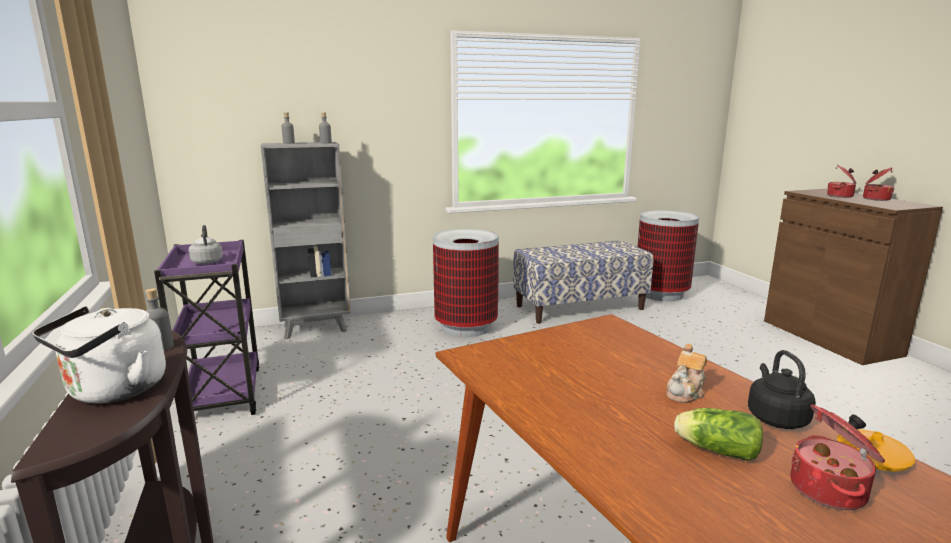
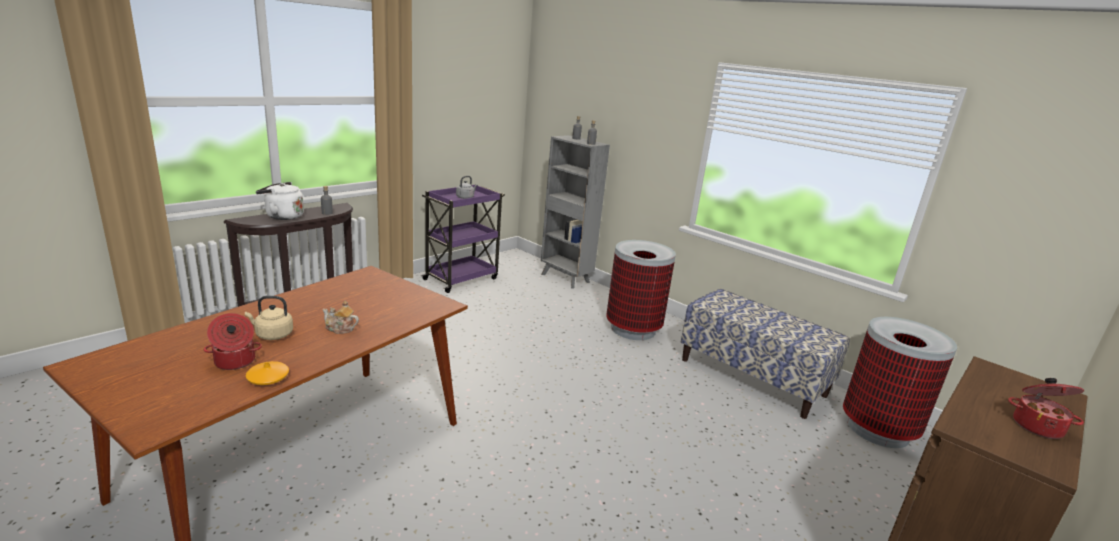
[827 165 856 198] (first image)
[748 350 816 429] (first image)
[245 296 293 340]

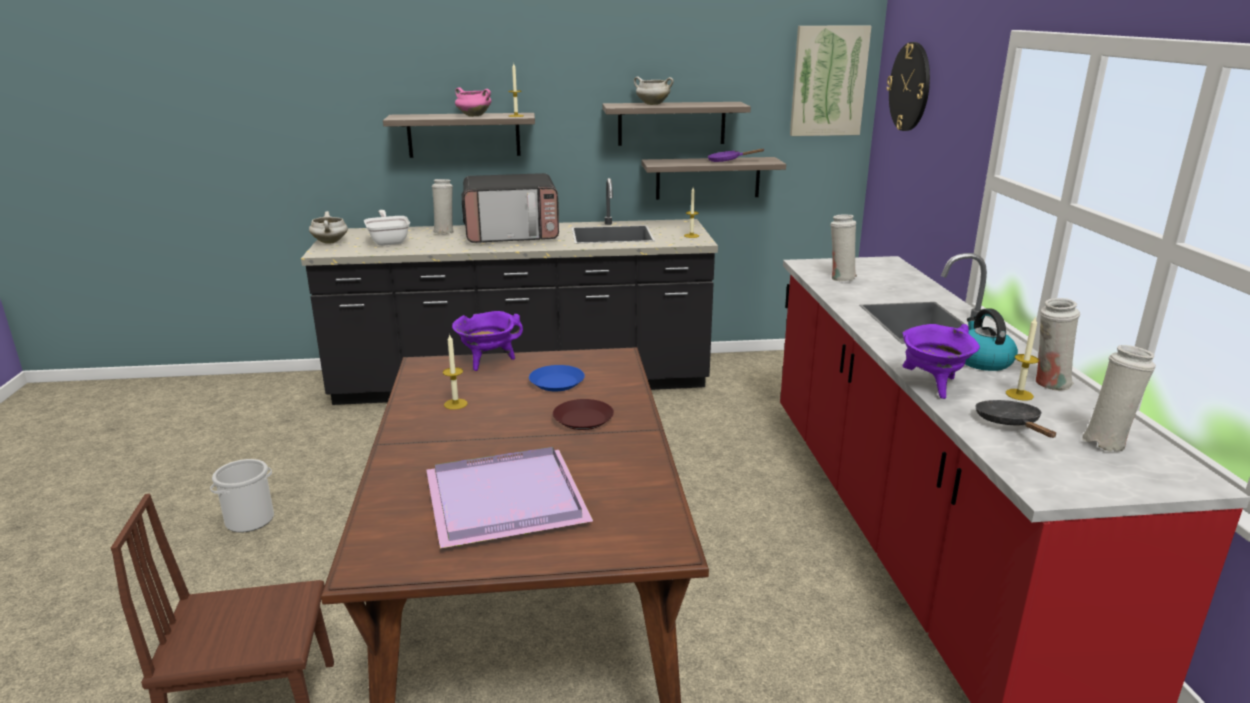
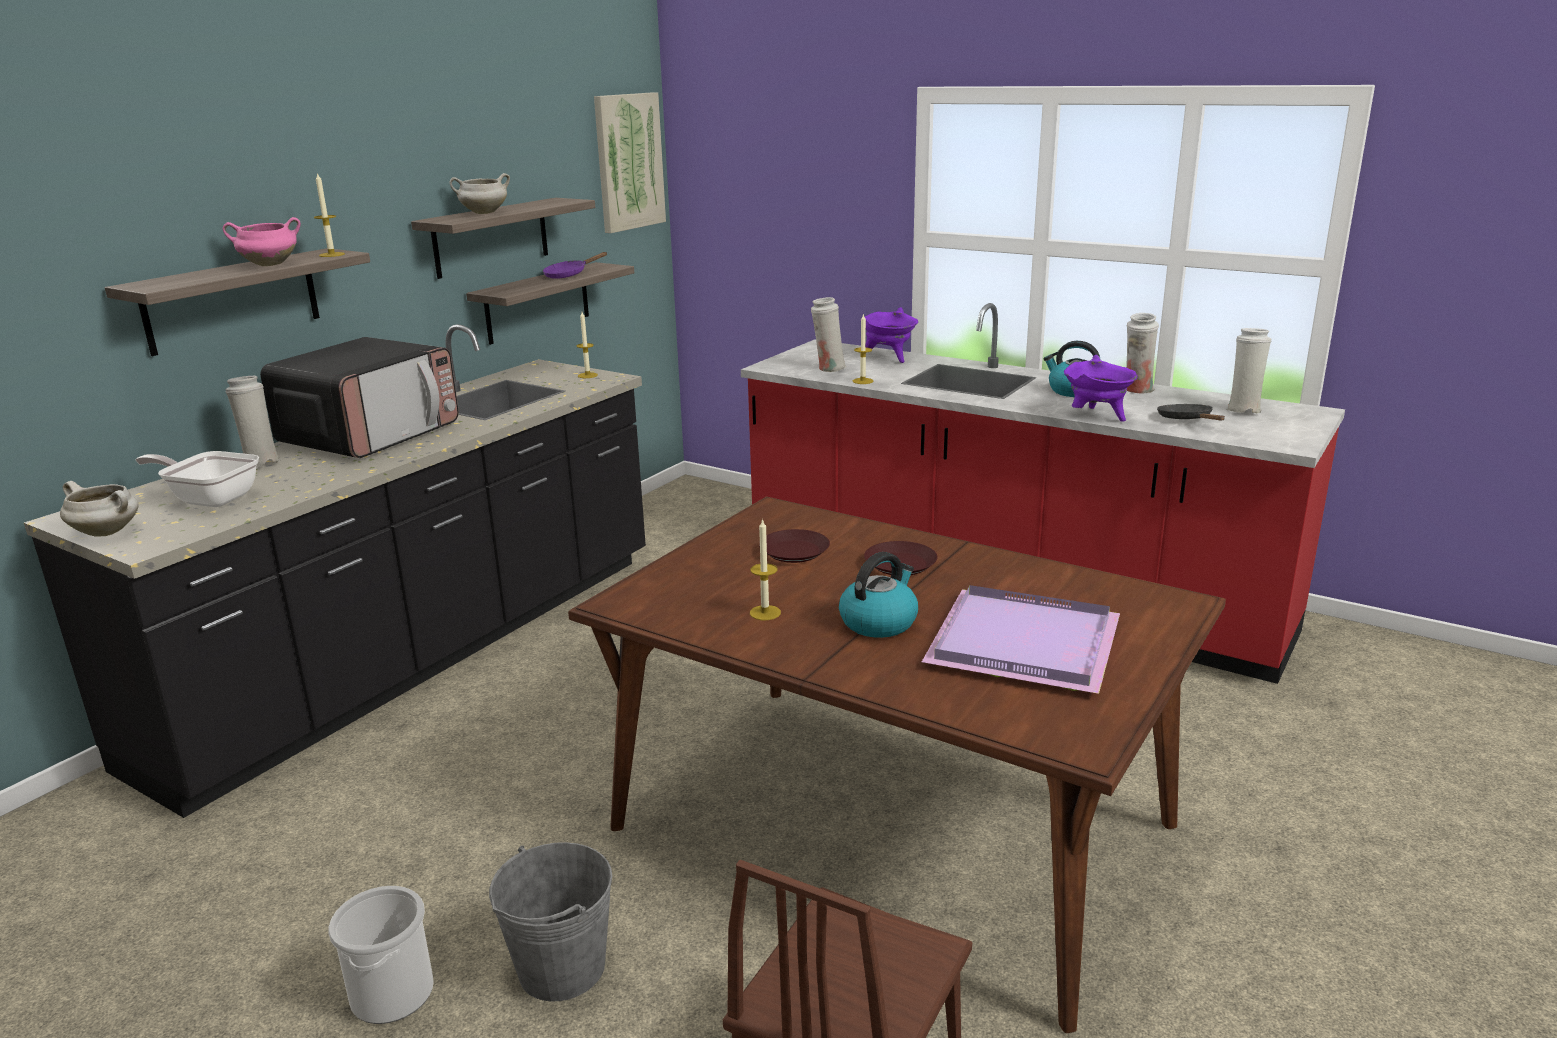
[887 42 930 131] (first image)
[860 307 918 363]
[852 313 873 384]
[759 529 830 563]
[1157 404 1225 421]
[839 552 918 638]
[489 842 612 1002]

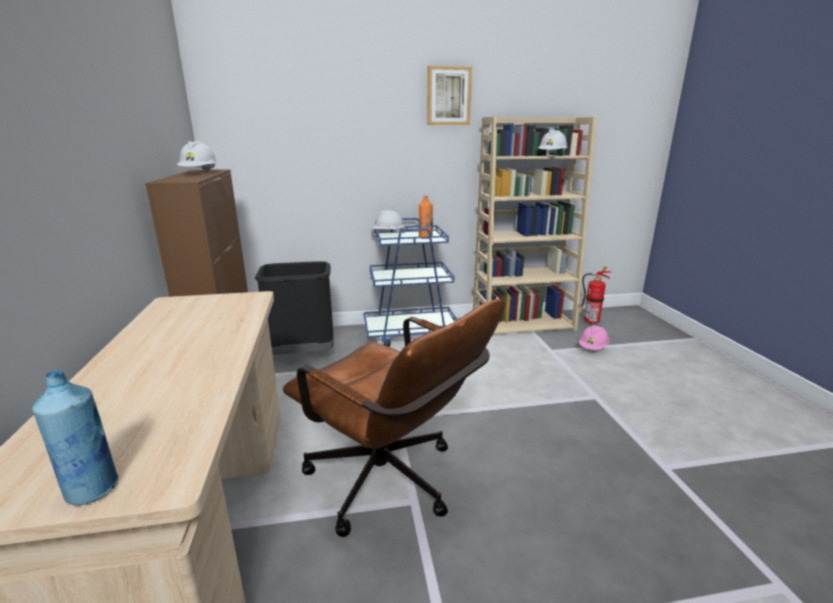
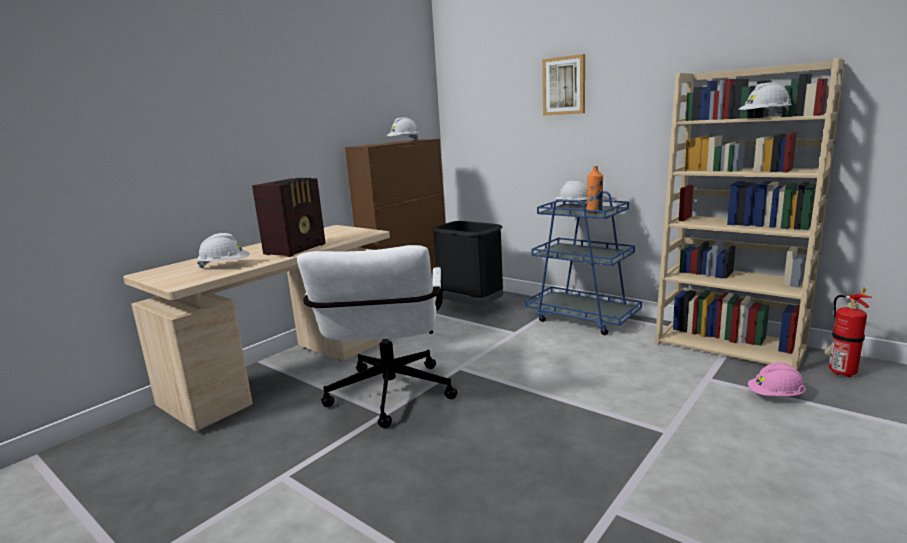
[542 54 585 116]
[297 245 457 428]
[32 370 118 505] (first image)
[252 178 326 257]
[197 233 250 268]

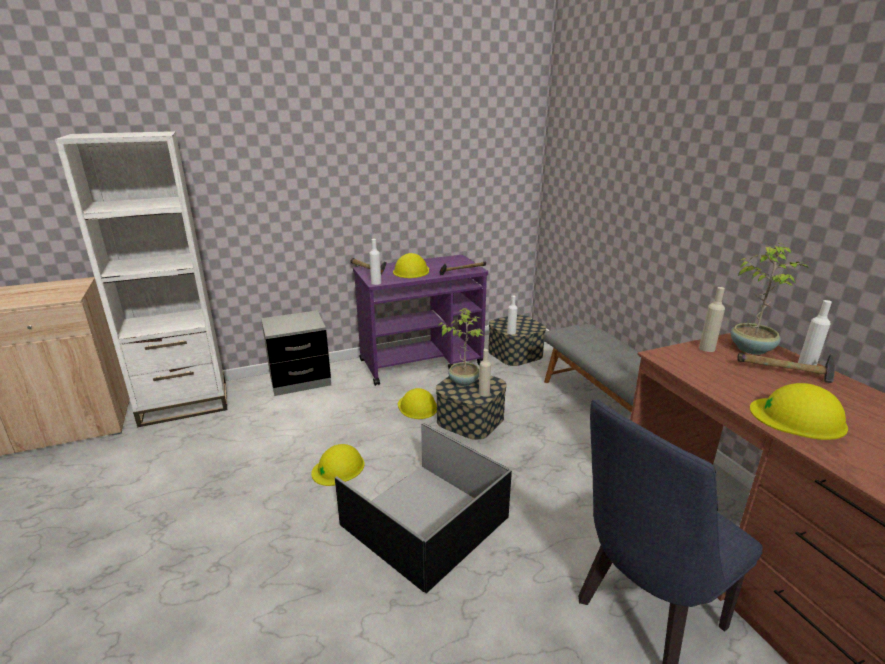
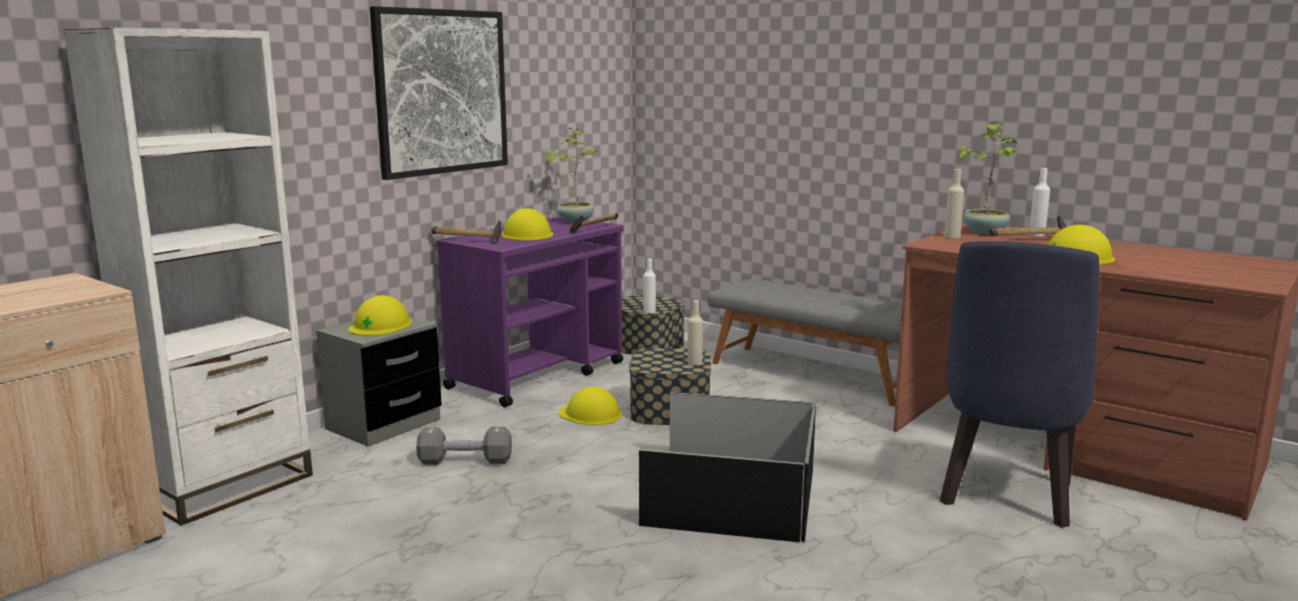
[369 239 381 285] (first image)
[542 128 598 223]
[348 295 412 336]
[370 6 508 180]
[416 427 512 465]

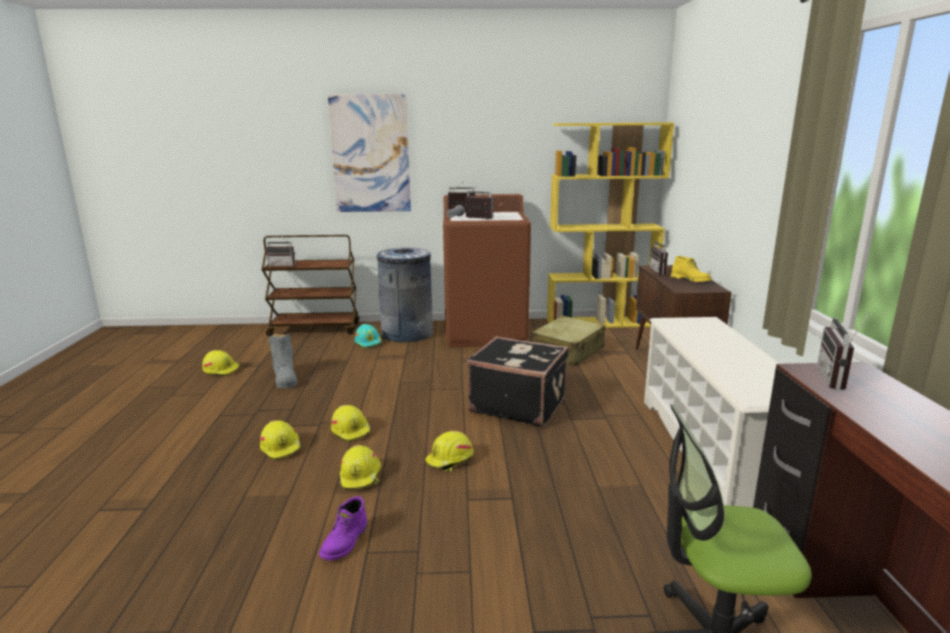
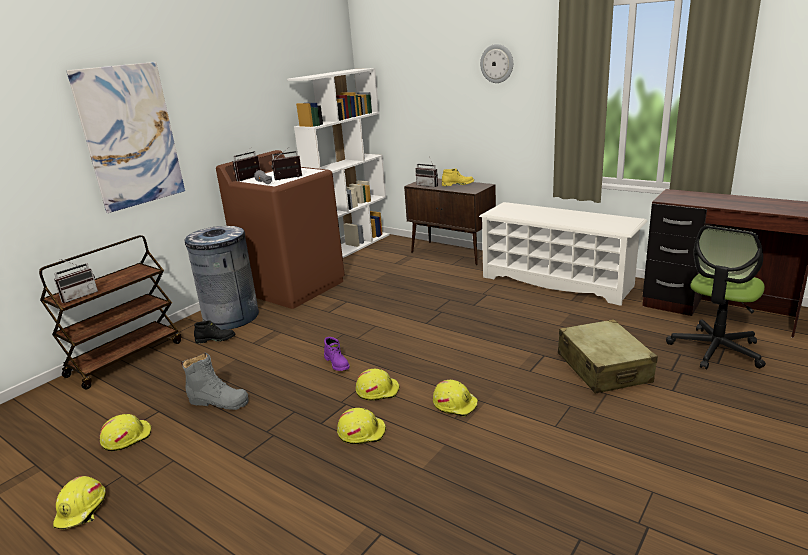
[287 68 389 258]
[817 312 870 390] (first image)
[558 319 658 393]
[194 321 235 344]
[467 336 569 427] (first image)
[53 476 106 530]
[324 337 350 371]
[480 44 513 83]

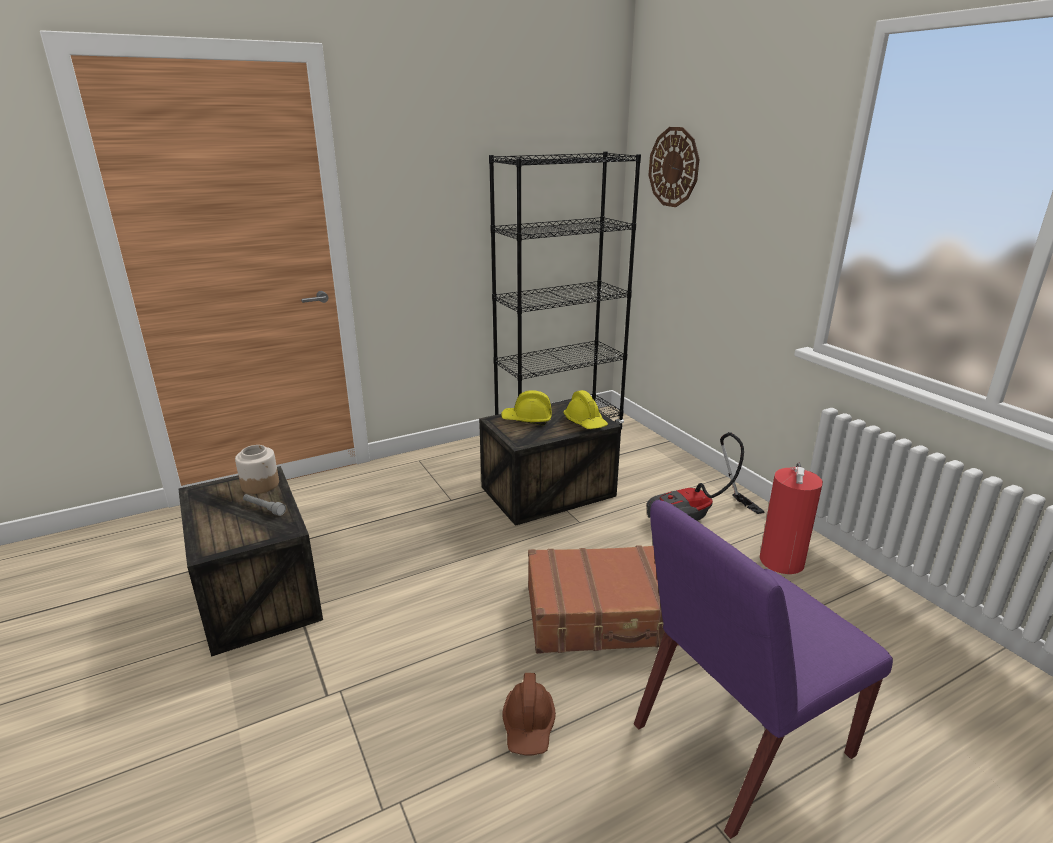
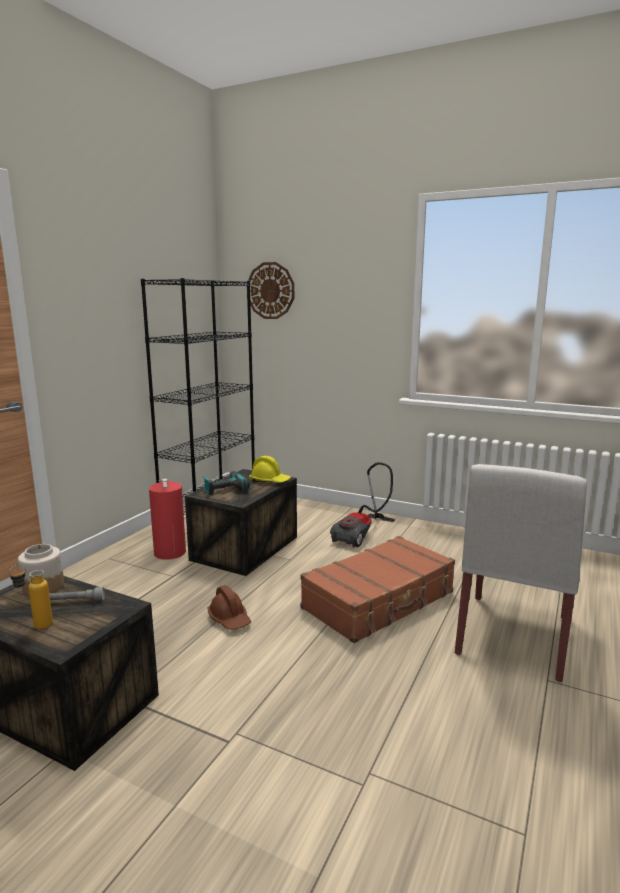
[203 471 250 495]
[149 477 186 560]
[455 464 587 682]
[208 585 251 630]
[8 565 53 629]

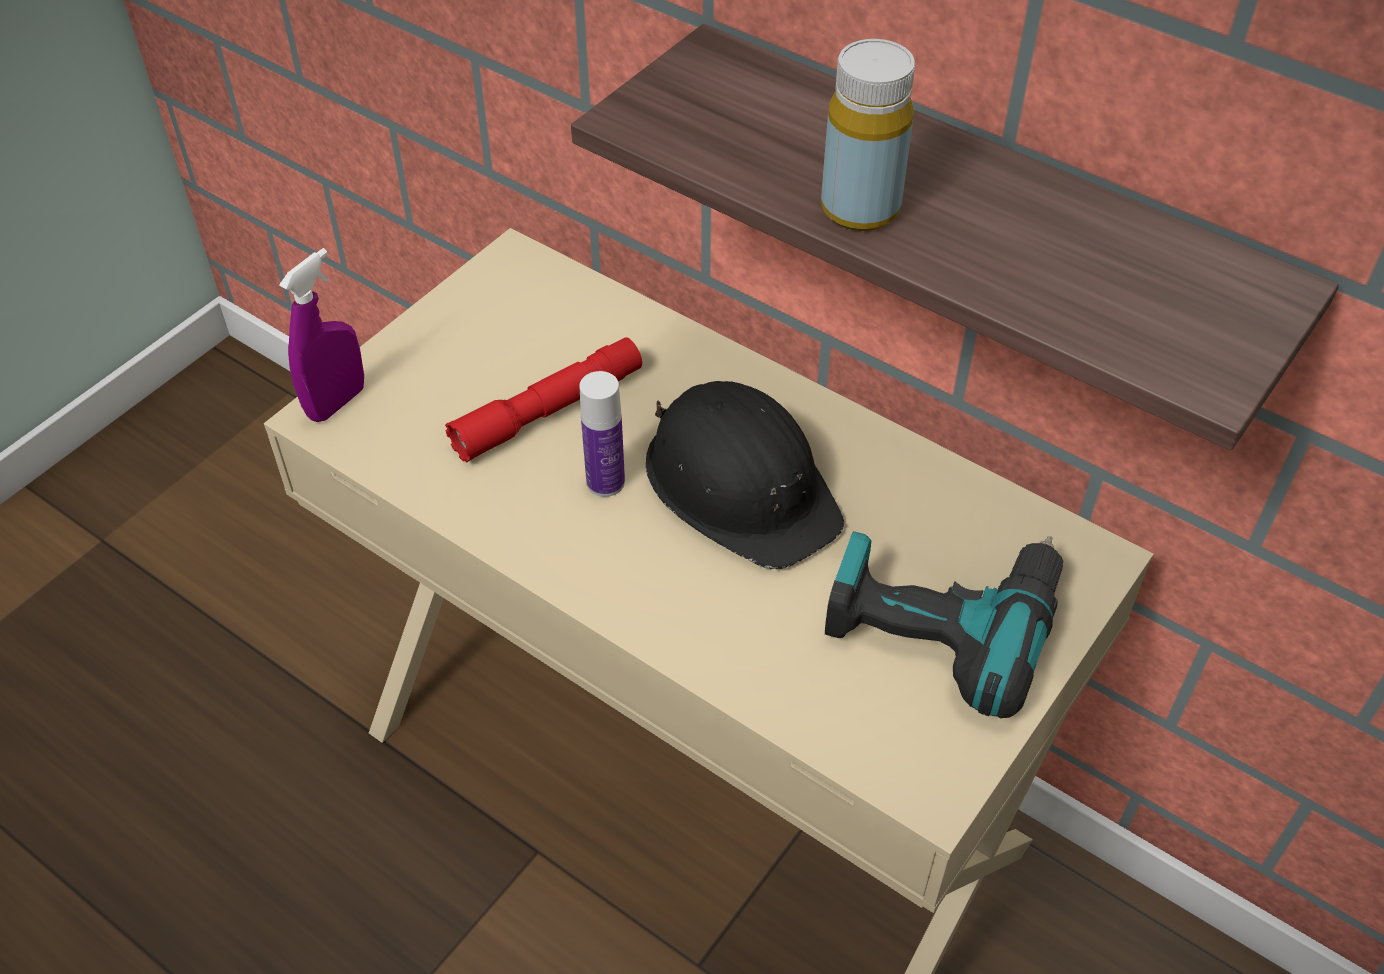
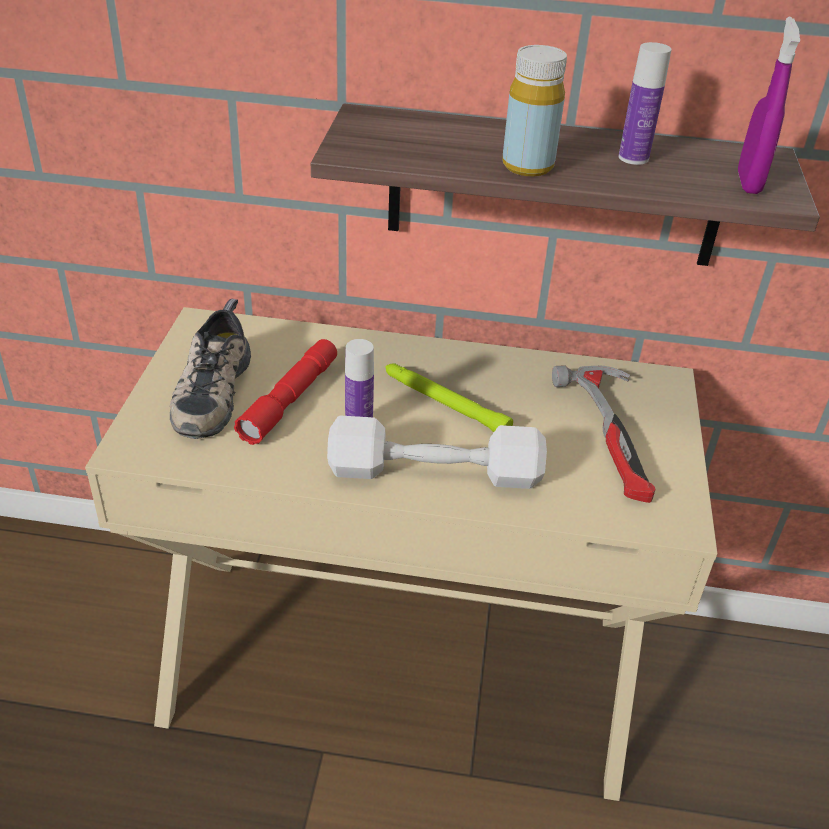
[738 17 800 194]
[385 363 513 432]
[552 365 655 503]
[619 42 672 165]
[170 299 251 439]
[327 415 547 489]

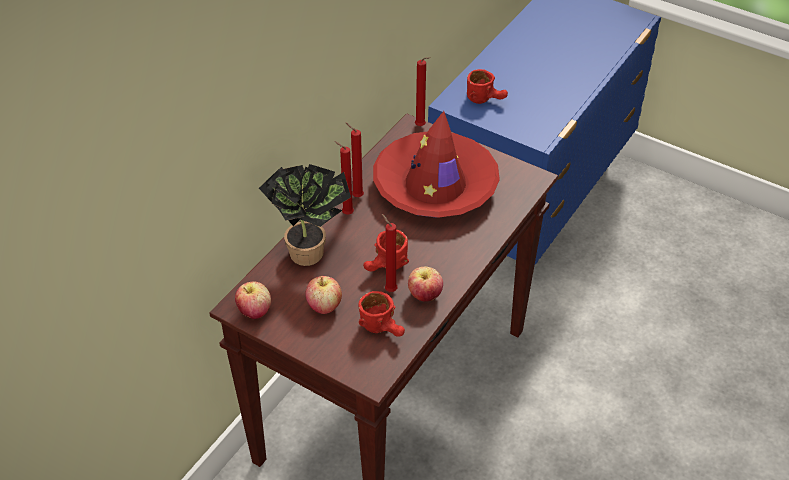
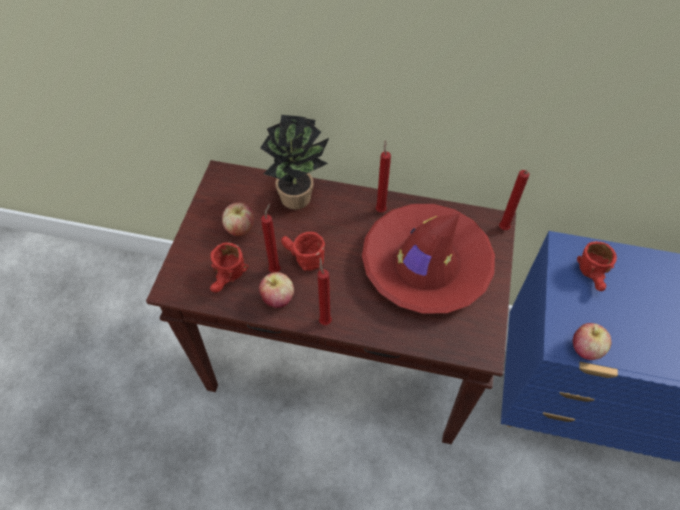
[318 258 332 325]
[573 323 611 360]

